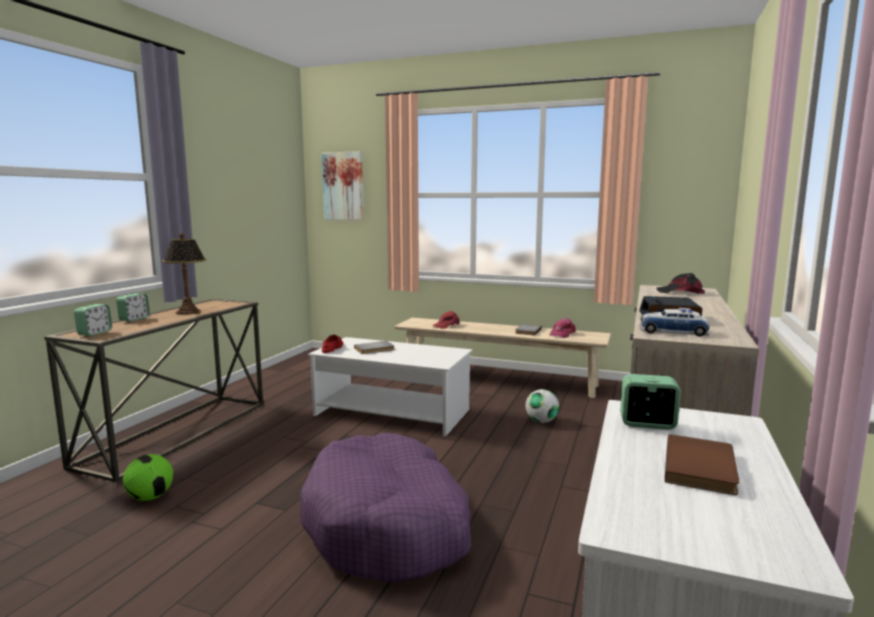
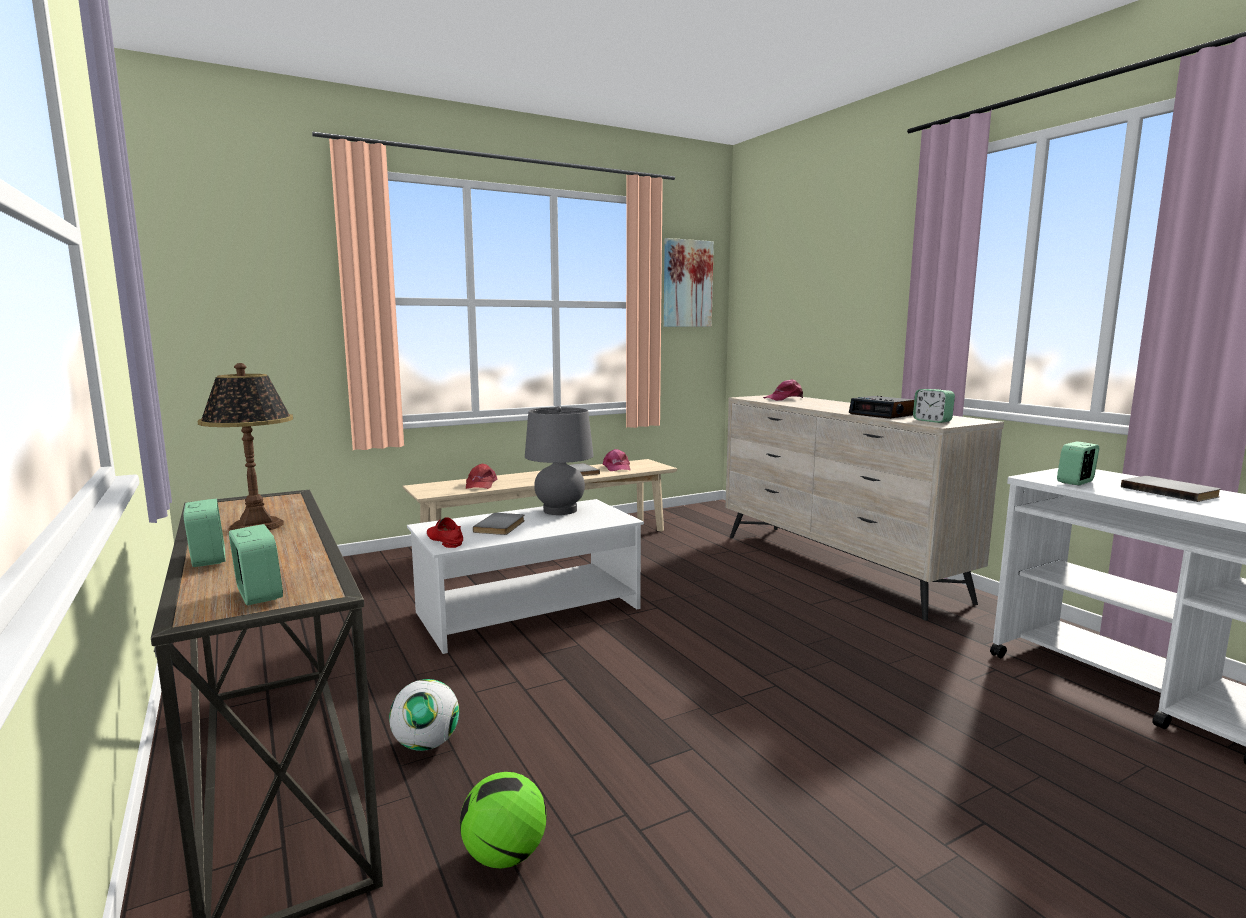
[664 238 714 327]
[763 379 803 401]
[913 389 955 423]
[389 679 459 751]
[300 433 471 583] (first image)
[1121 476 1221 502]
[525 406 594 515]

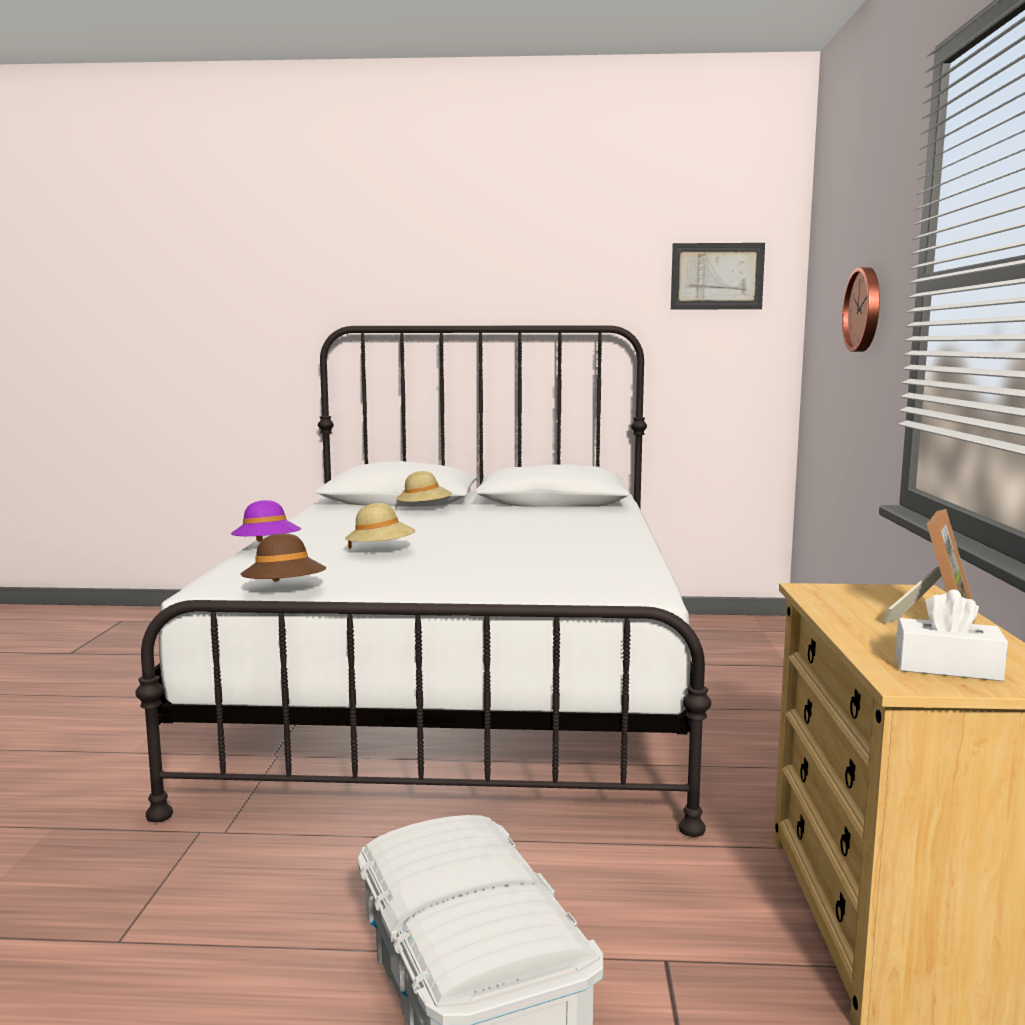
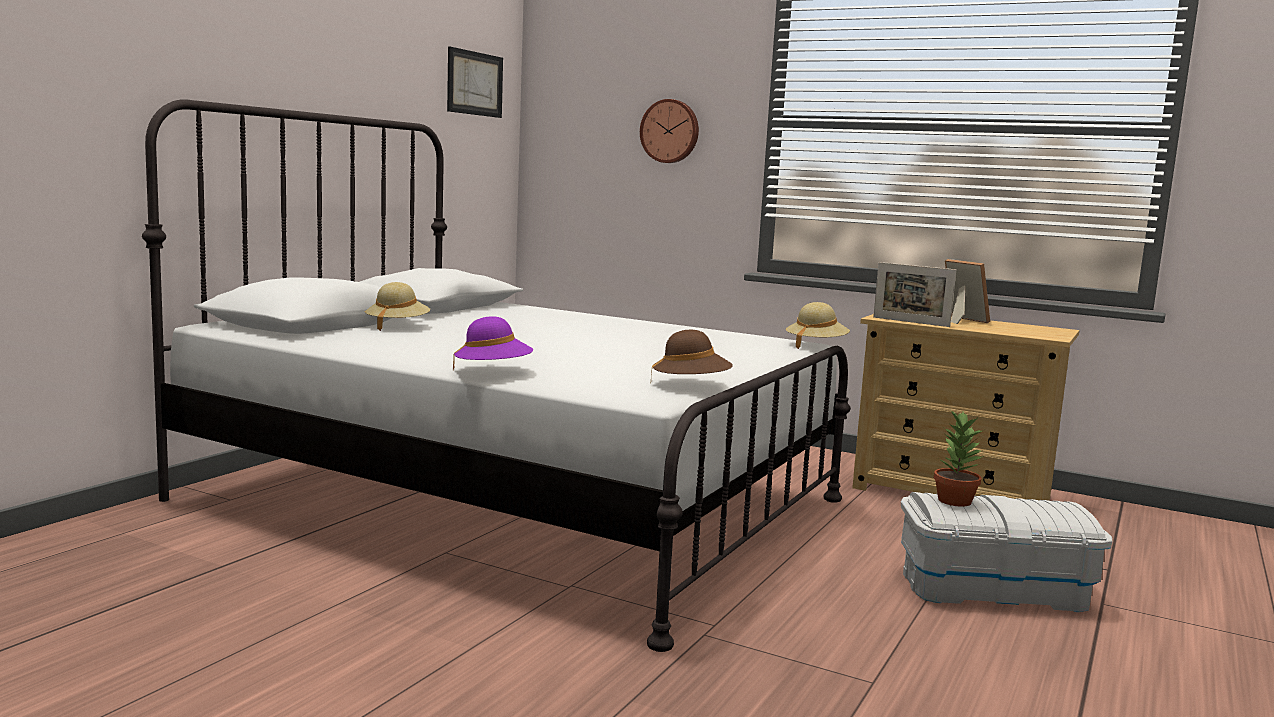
[786 302 850 349]
[896 590 1008 681] (first image)
[873 262 956 327]
[934 411 984 507]

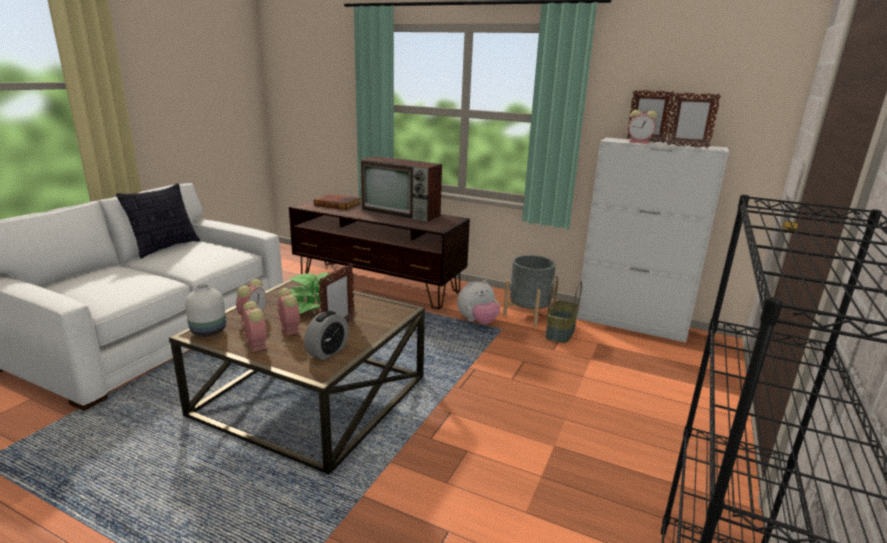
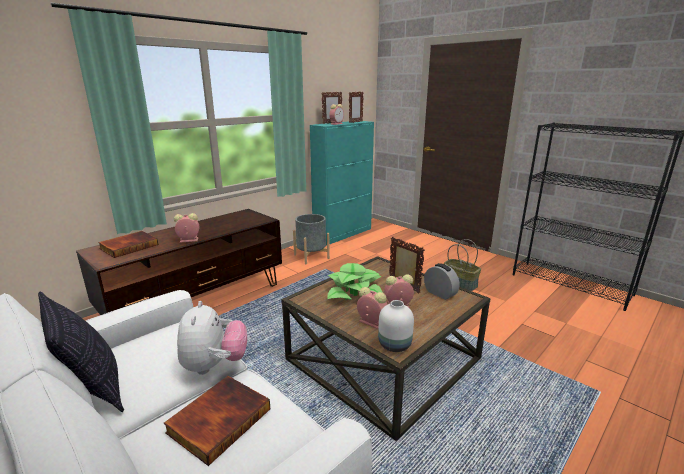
[310 121 374 245]
[360 156 442 222] (first image)
[444 239 481 291]
[177 301 247 375]
[174 213 199 243]
[163 376 270 466]

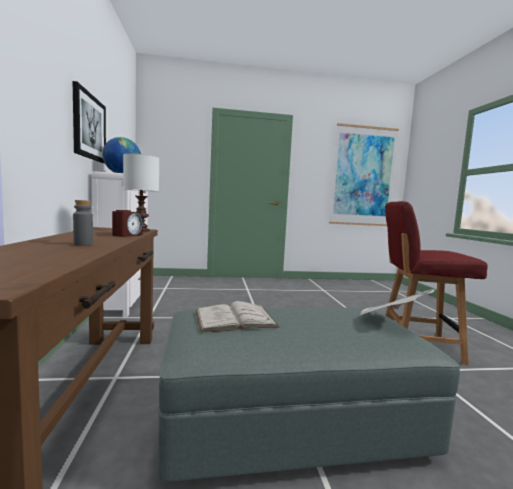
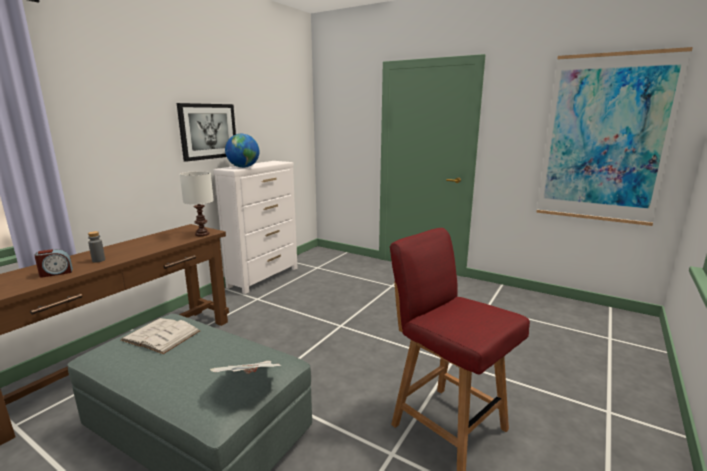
[34 249 73 277]

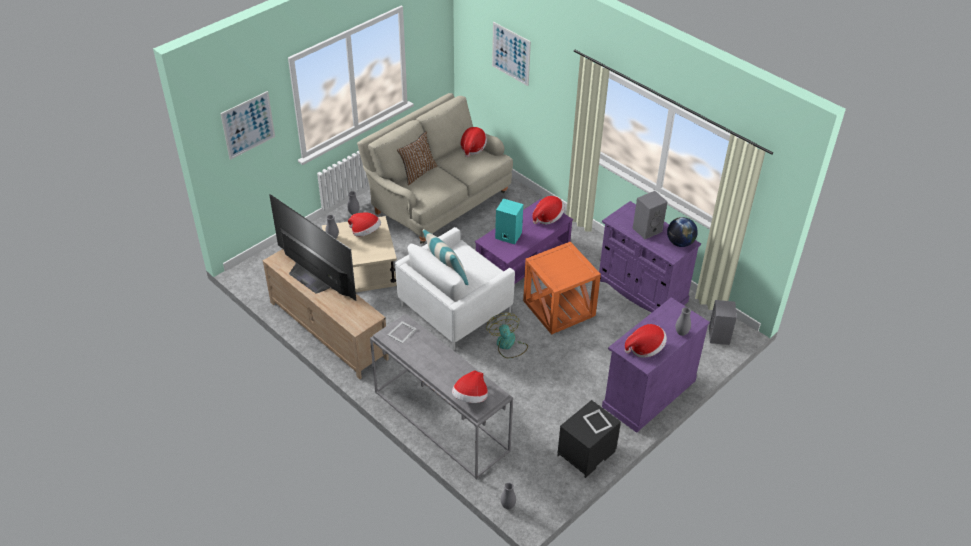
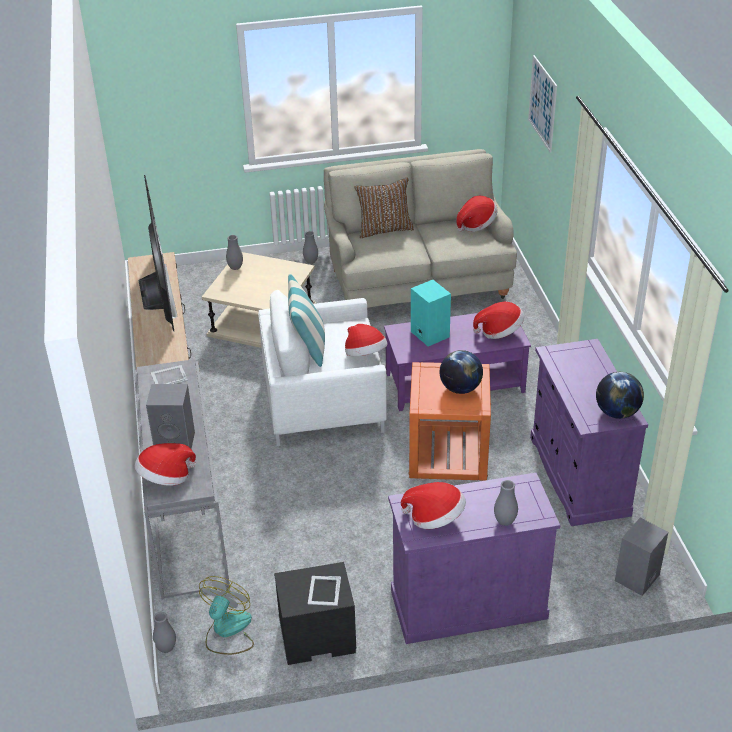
[220 91 275 160] (first image)
[146 384 195 449]
[345 324 388 356]
[199 576 254 655]
[440 350 483 394]

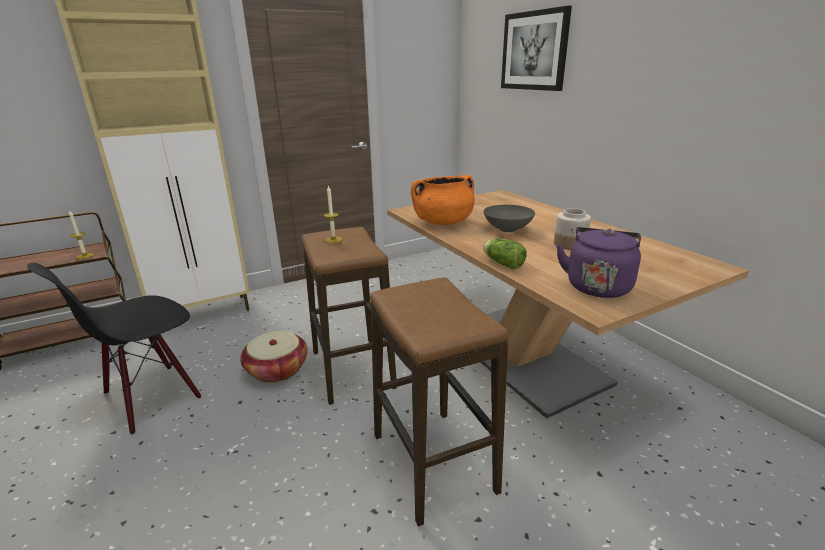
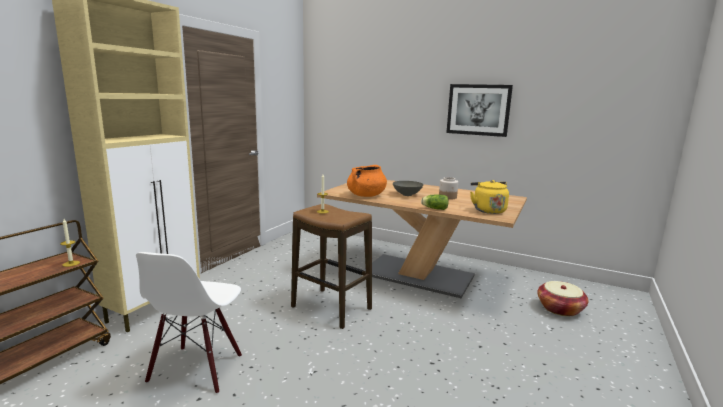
[446 84 513 137]
[470 180 509 214]
[136 252 242 394]
[370 277 508 527] (first image)
[537 281 589 316]

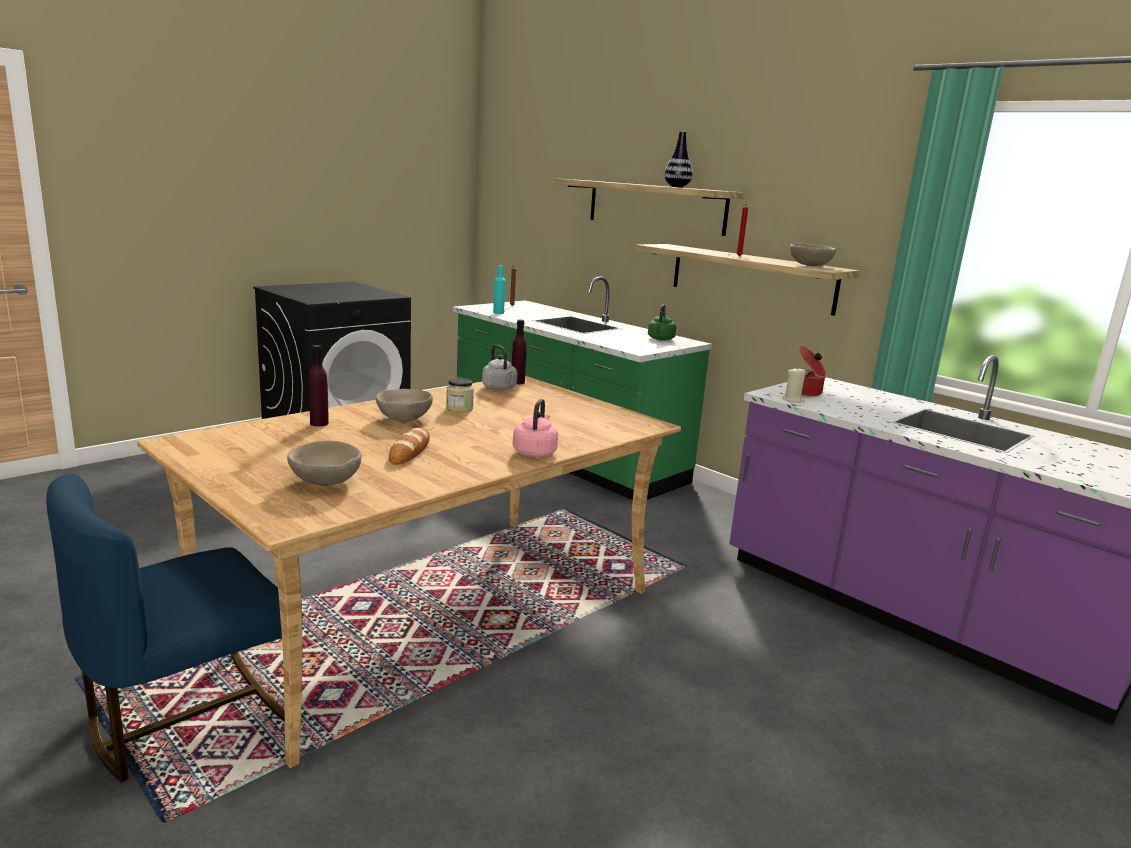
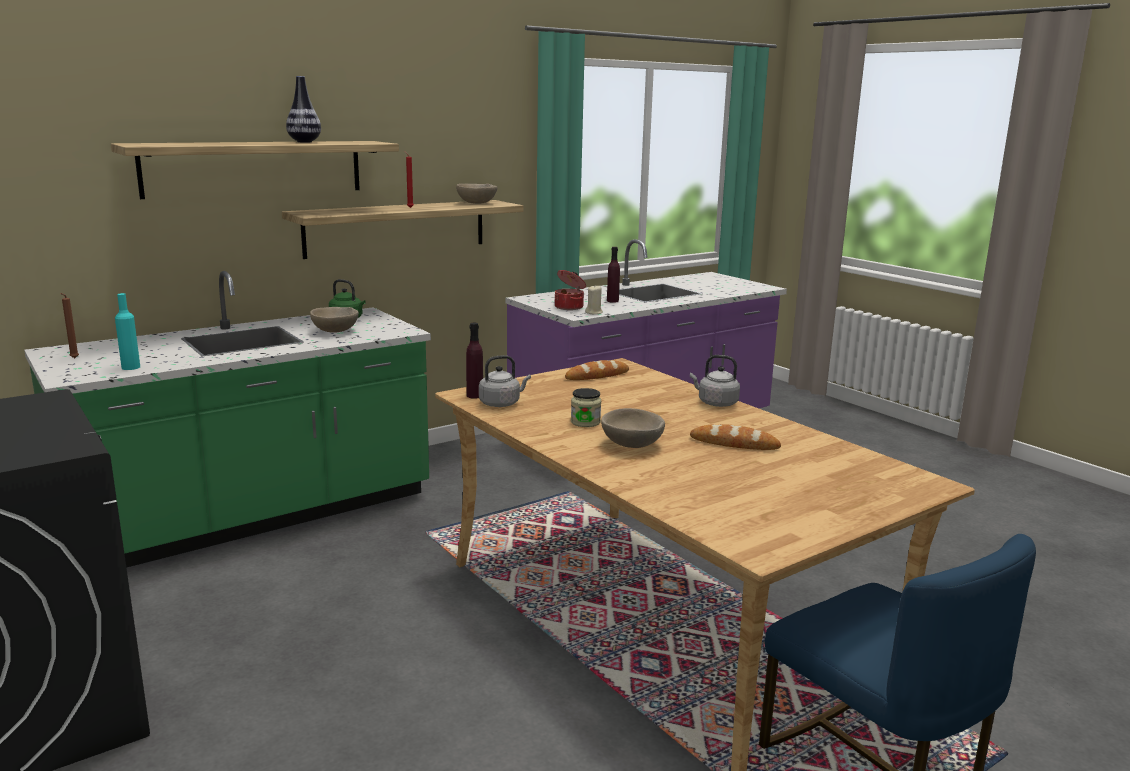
[607 247 620 303]
[690 355 740 407]
[310 307 359 333]
[565 360 629 380]

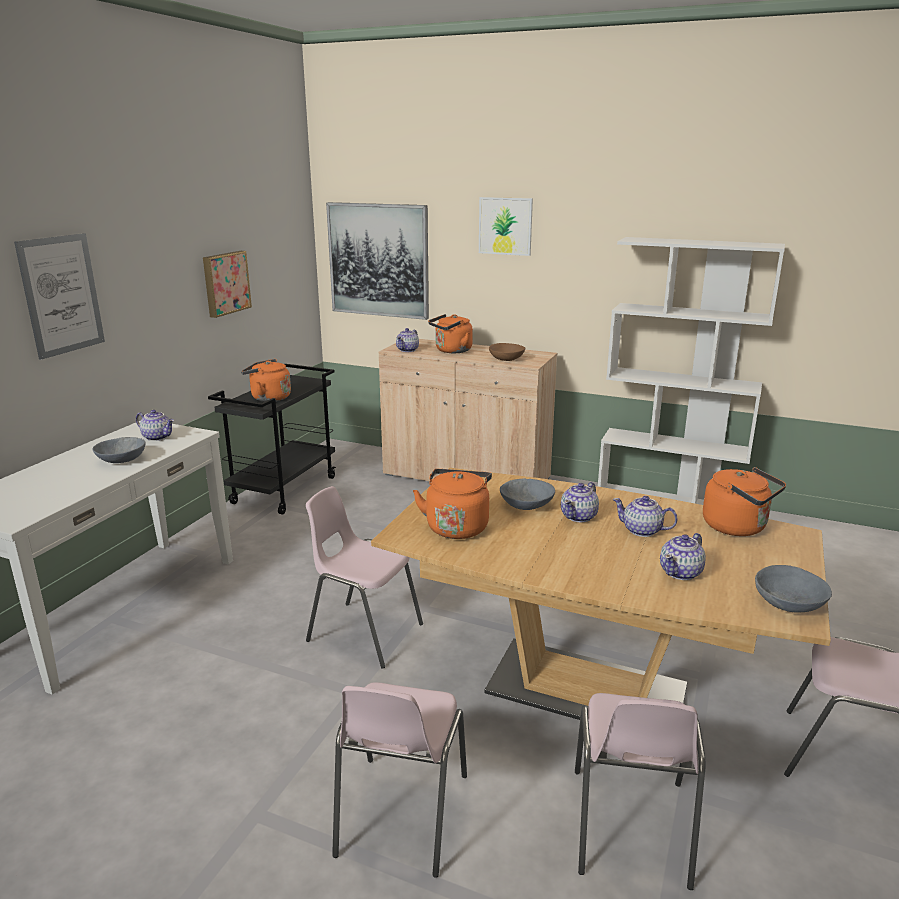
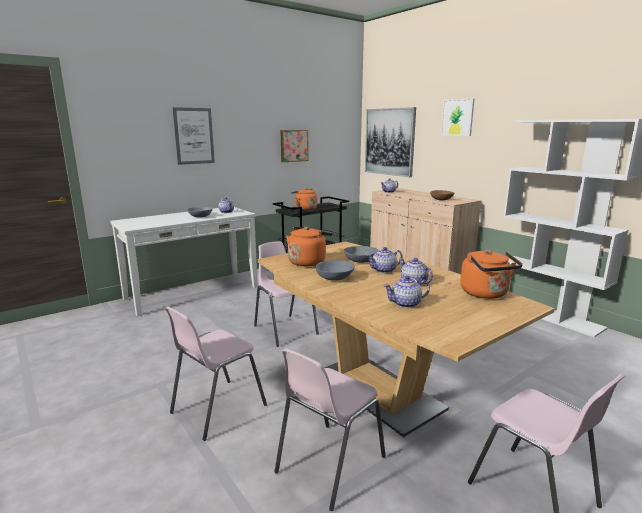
[428 314 473 353] (first image)
[315 260 355 281]

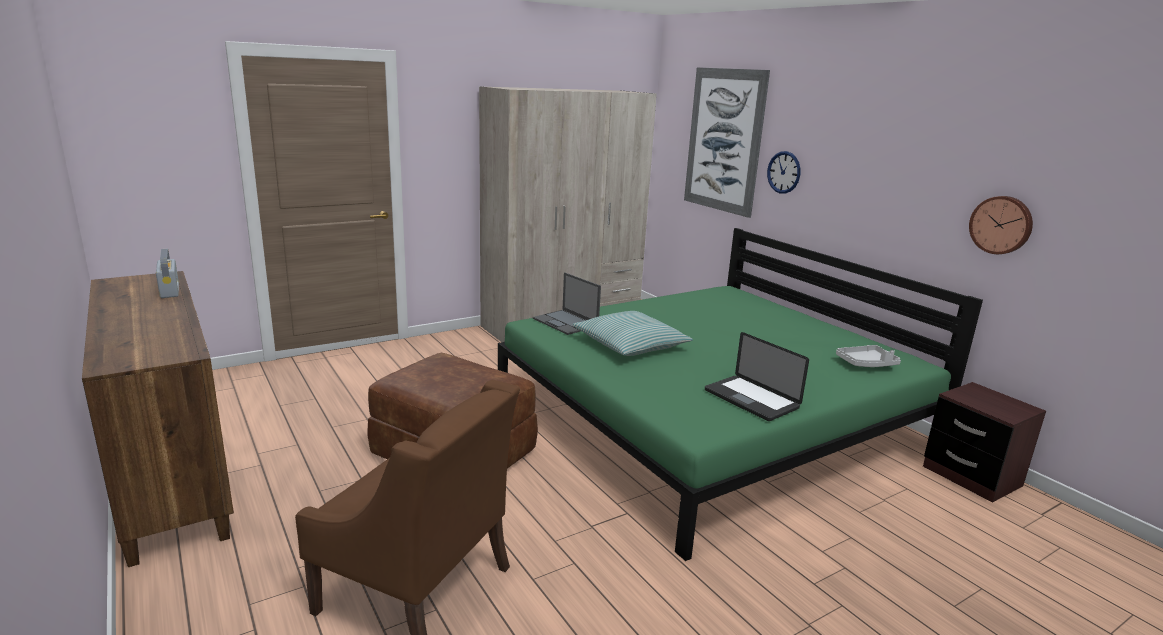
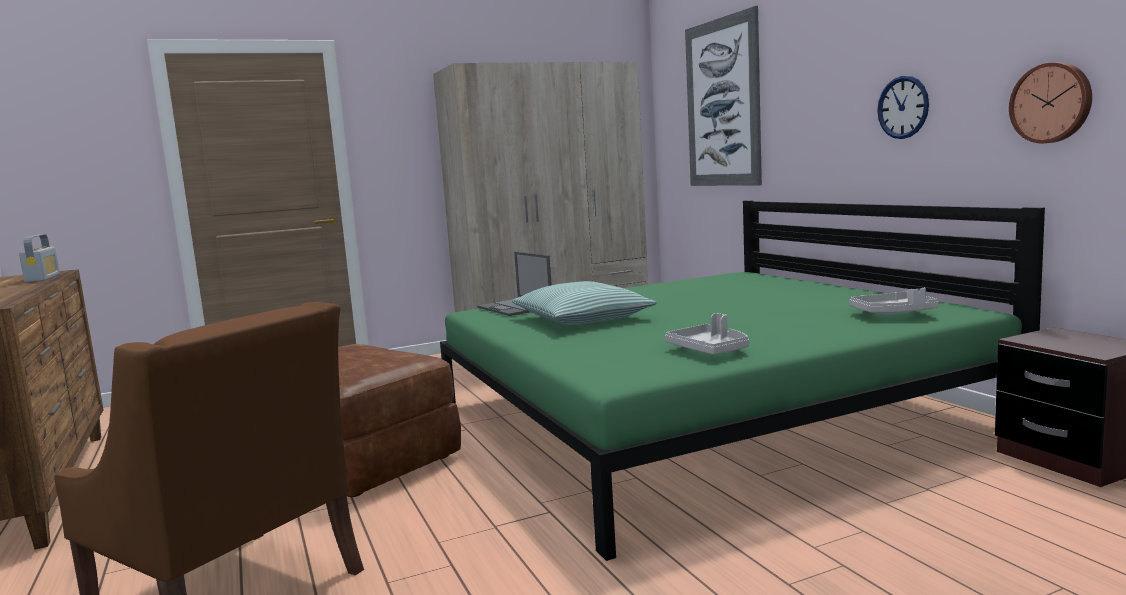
[877 76 929 139]
[665 313 749 355]

